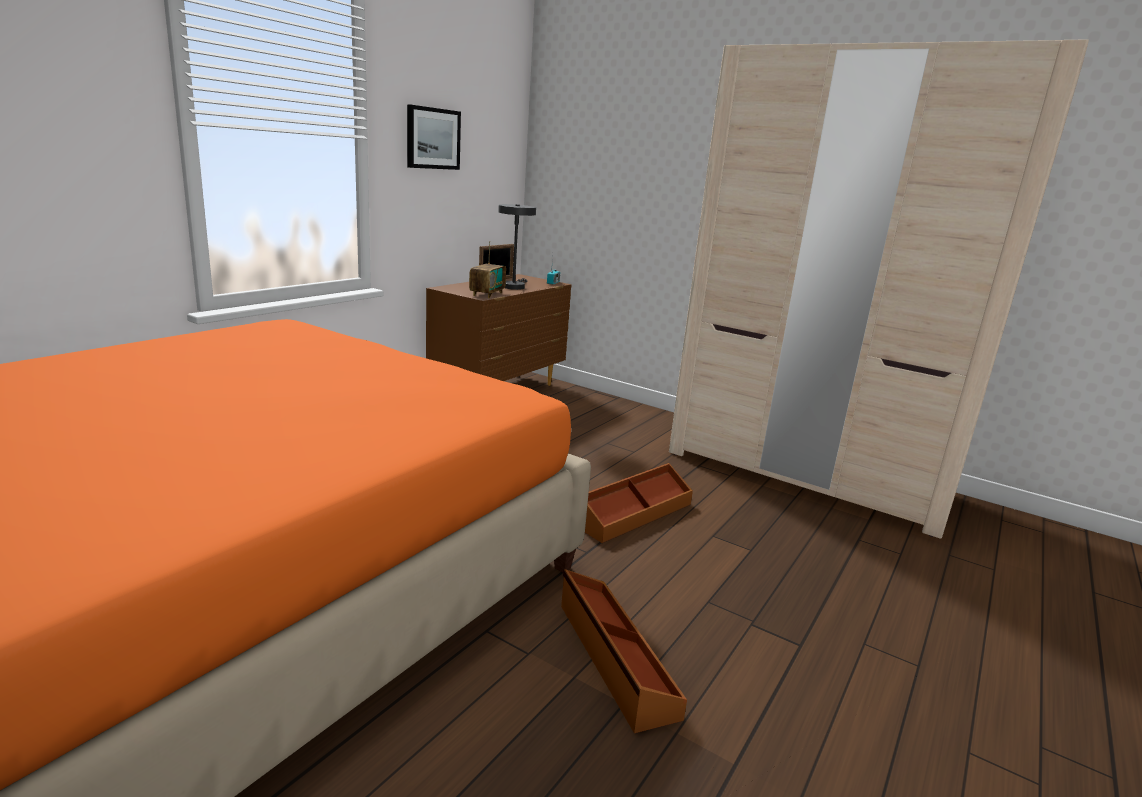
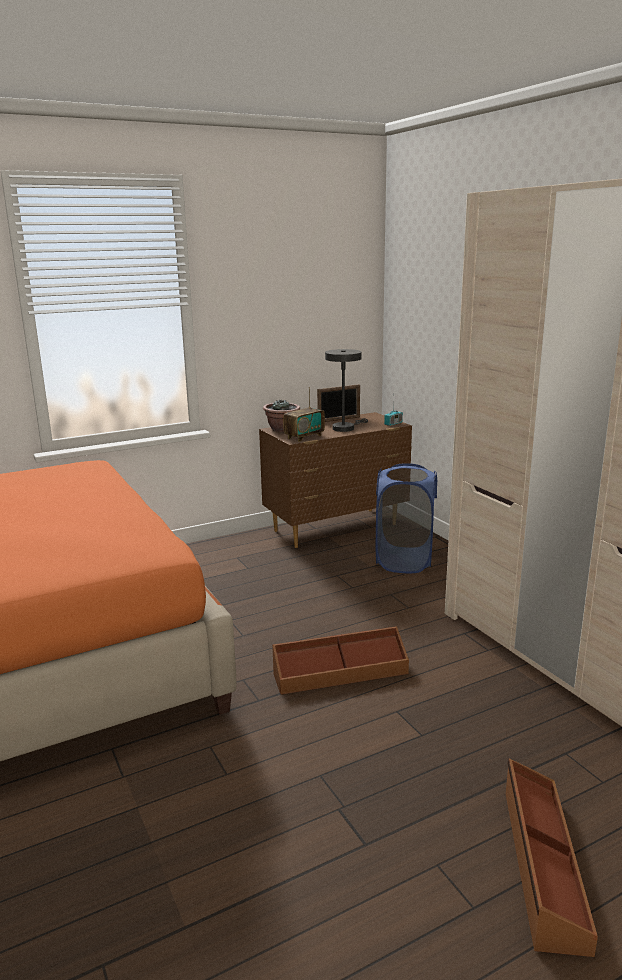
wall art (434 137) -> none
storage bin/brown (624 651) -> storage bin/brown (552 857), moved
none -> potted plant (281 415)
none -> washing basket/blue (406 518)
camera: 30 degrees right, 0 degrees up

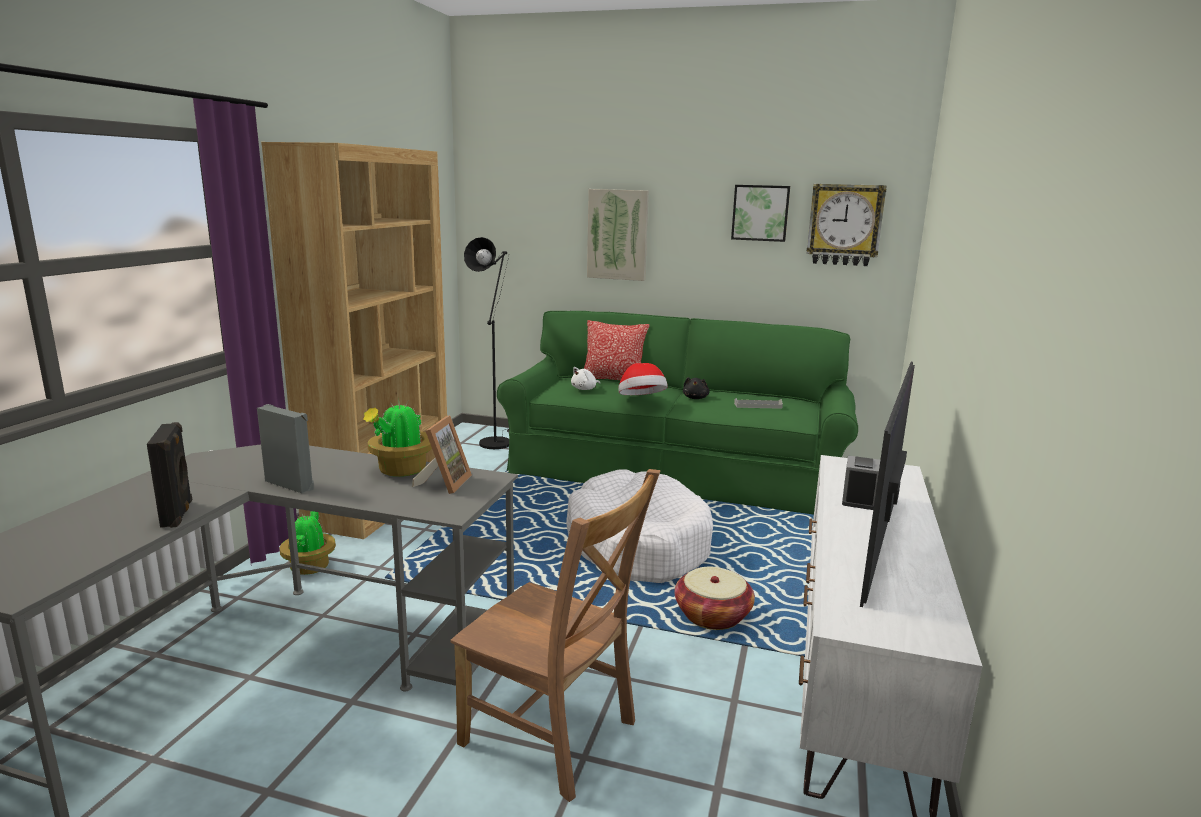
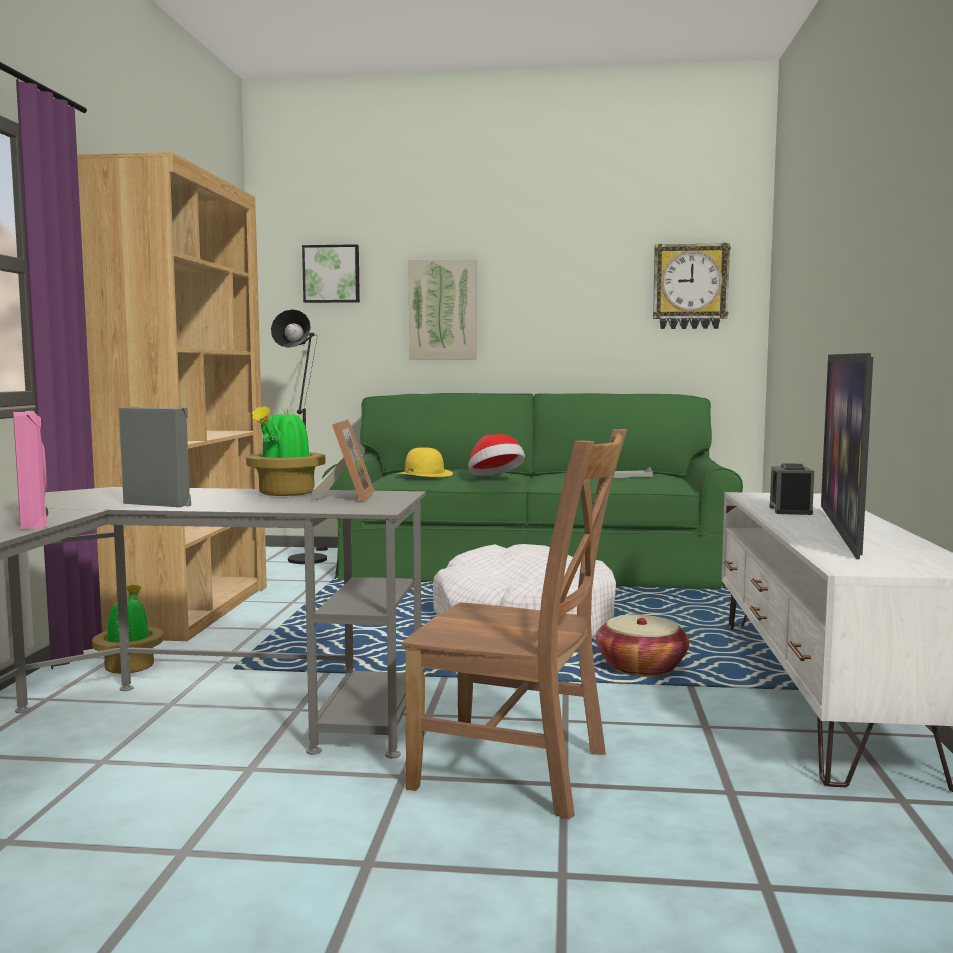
speaker/black (169 475) -> speaker/pink-coloured (30 470)
plush toy/white (585 378) -> hat/yellow (424 462)
cushion (616 350) -> none
plush toy/black (696 388) -> none
wall art (760 213) -> wall art (331 273), moved
camera: 10 degrees left, 10 degrees down

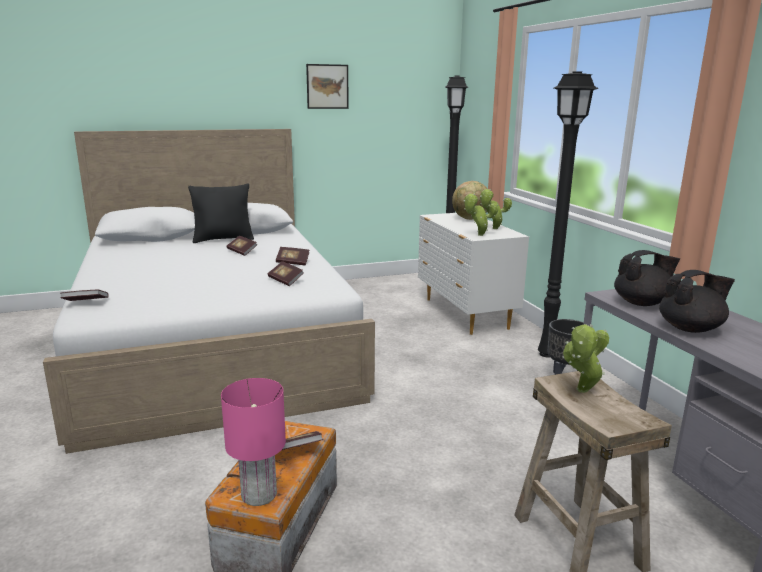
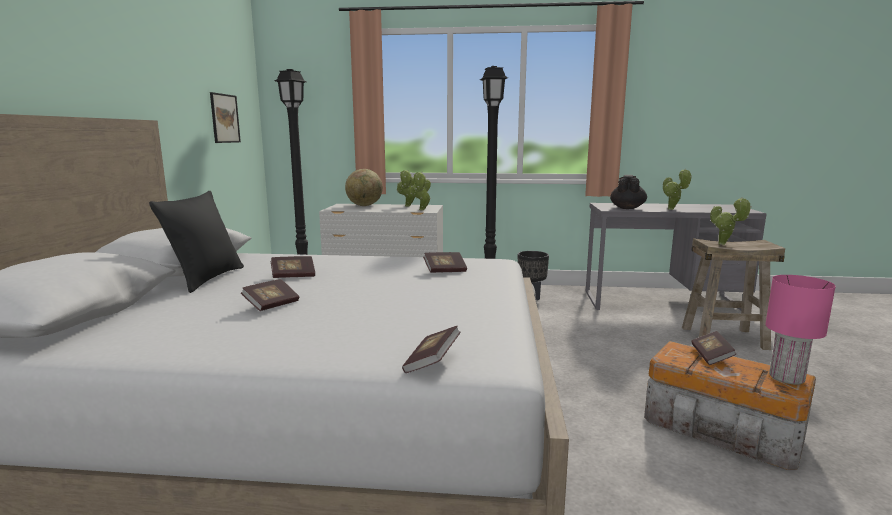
book (292 256) -> book (270 295), moved
wall art (327 86) -> wall art (225 117), moved
pot for tea/black (697 301) -> potted plant (677 189)
camera: 65 degrees left, 5 degrees down

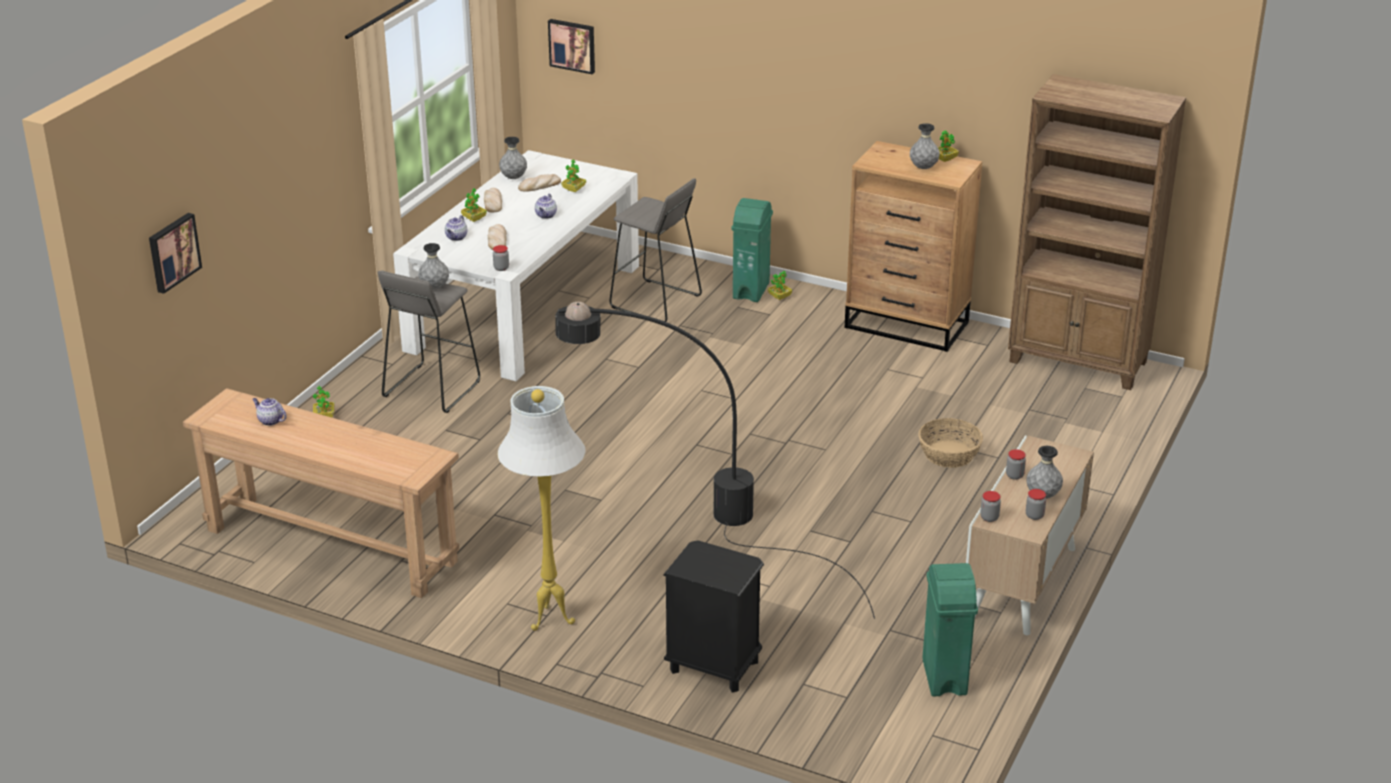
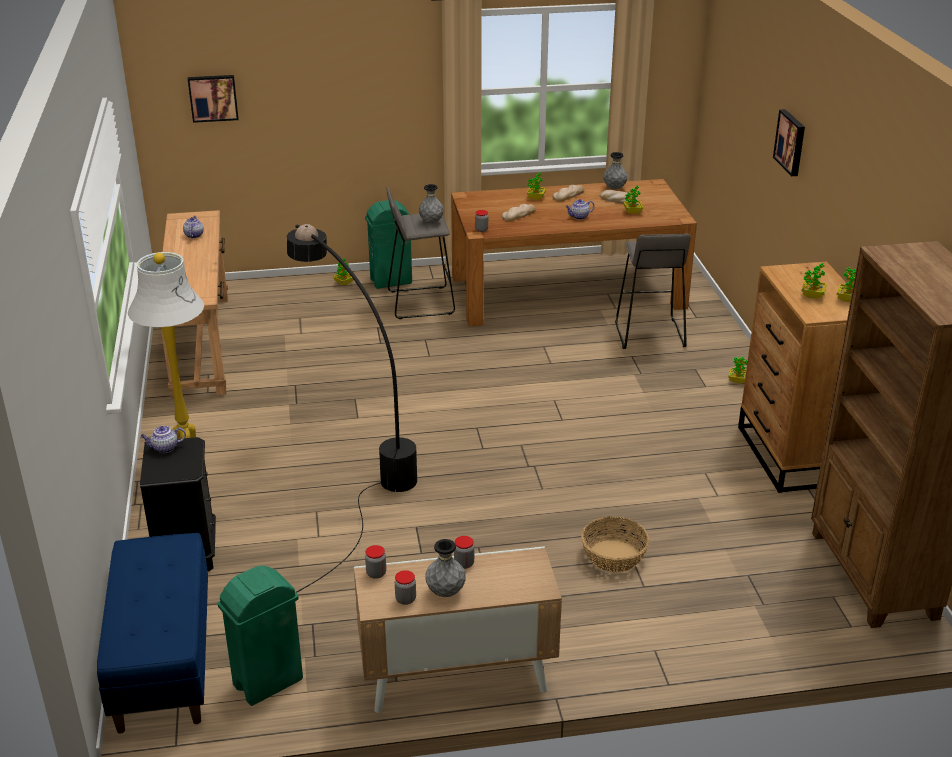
dining table/white (516 265) -> dining table/brown (574 252)
pot for tea (456 228) -> pot for tea (163 439), moved
wall art (571 46) -> wall art (789 142), moved
rubbish bin/green-coloured (752 250) -> rubbish bin/green-coloured (388 244), moved
flower vase/grey (925 146) -> potted plant (814 281)
none -> indoor bench/blue (152 633)
camera: 55 degrees right, 0 degrees up

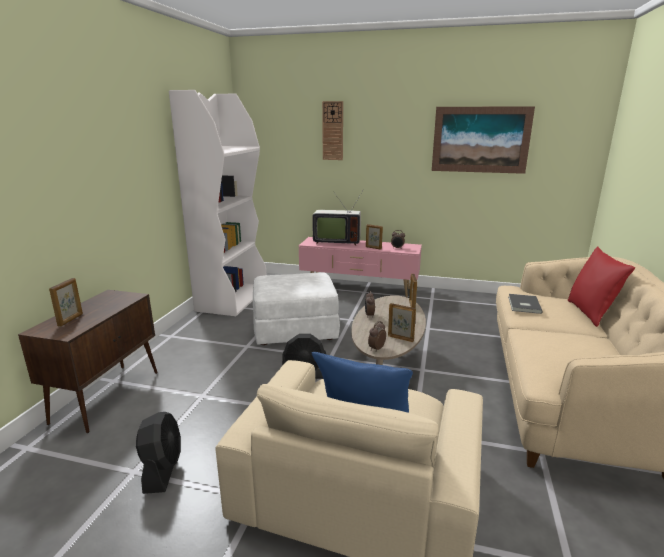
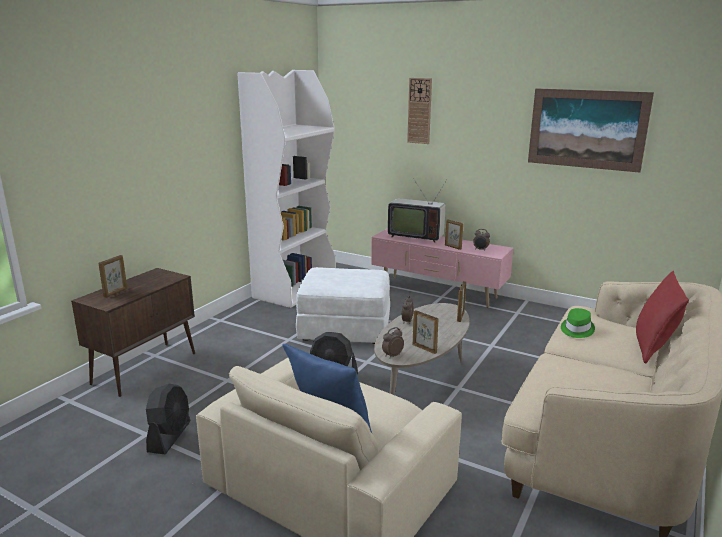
book/grey (525 304) -> hat/green-coloured (578 323)
camera: 15 degrees right, 0 degrees up

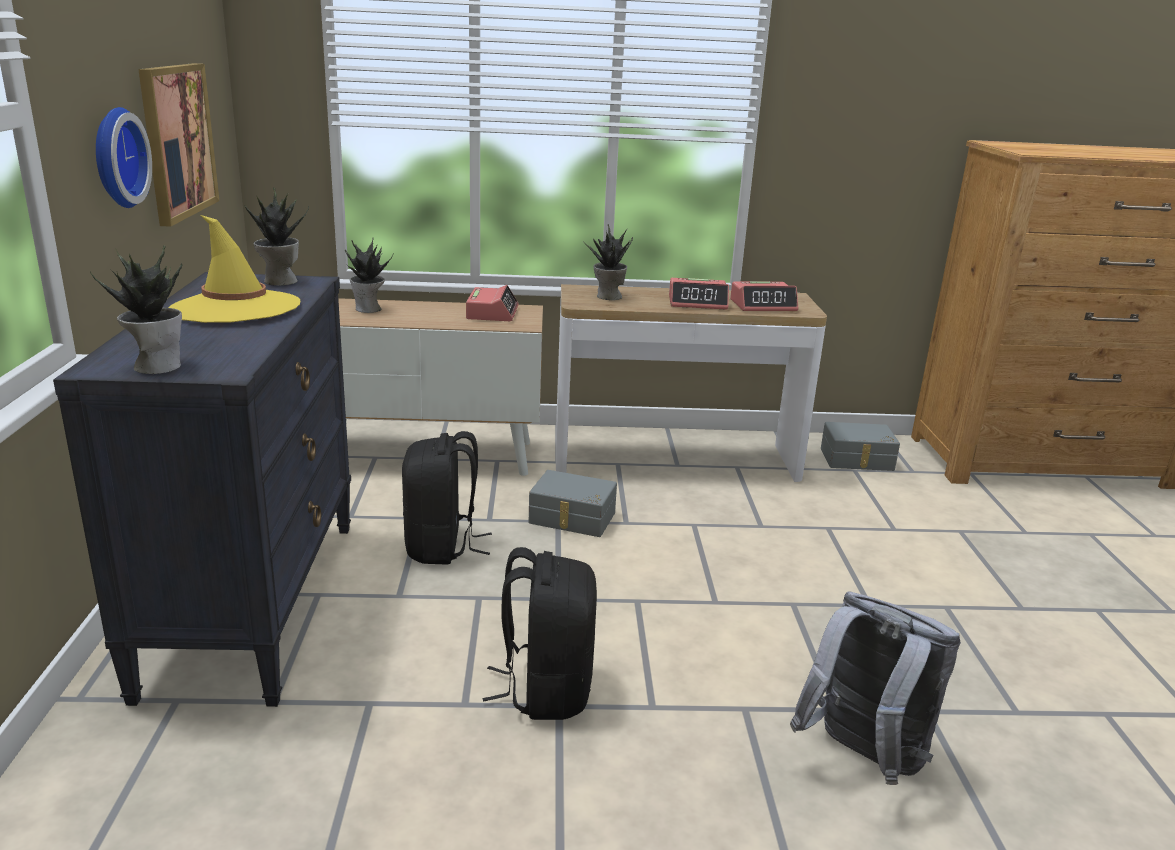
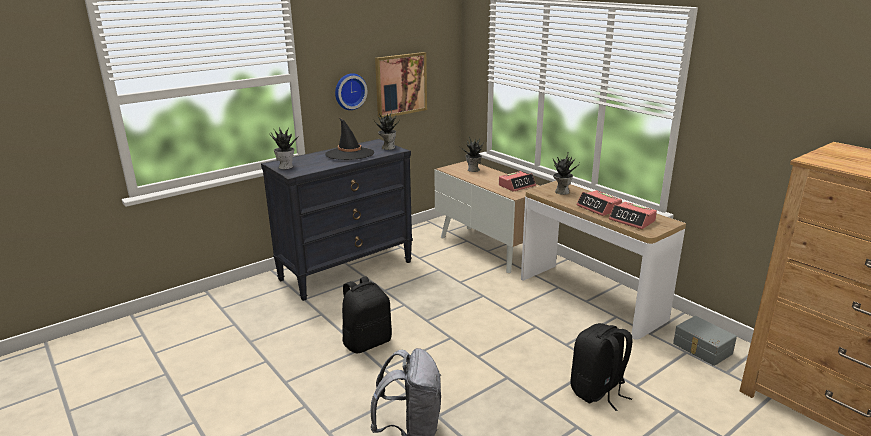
hat/yellow (234 269) -> hat/black (349 139)
rucksack/black (447 498) -> rucksack/black (602 367), moved
storage bin/grey (573 503) -> none
camera: 55 degrees right, 0 degrees up

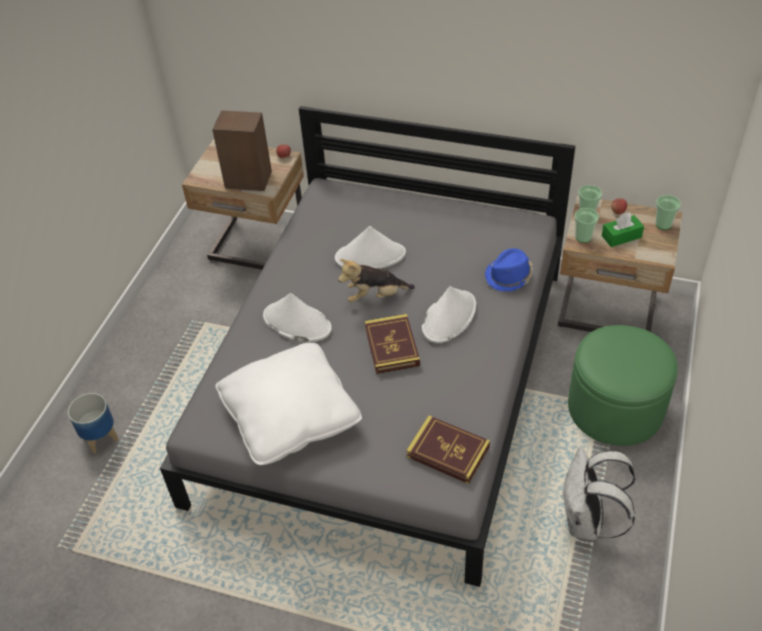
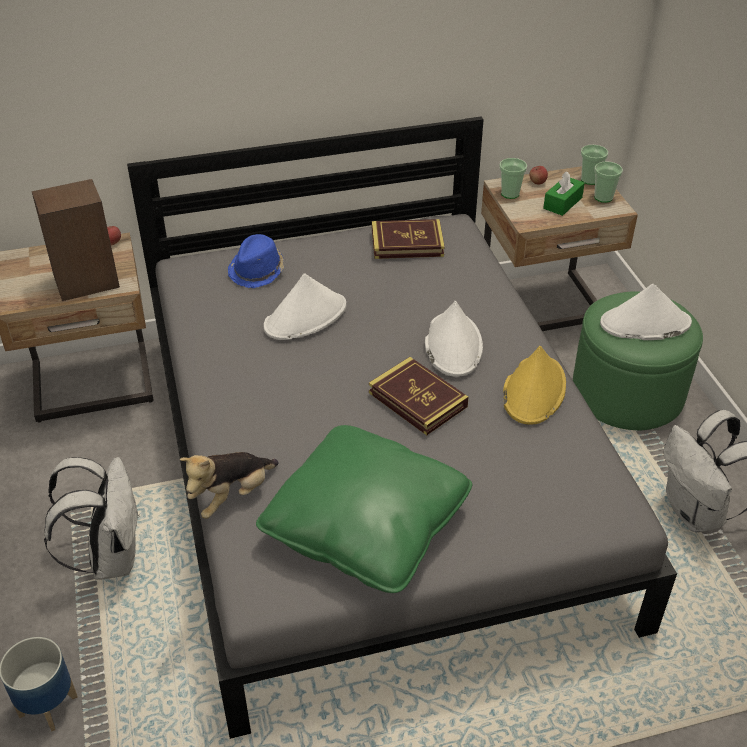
cushion/white (288 404) -> cushion/green-coloured (364 509)
hat/white (297 317) -> hat/white (646 312), moved
plush toy (376 280) -> plush toy (229 485), moved
book (448 449) -> book (408 239), moved
hat/blue (509 269) -> hat/blue (256 261), moved
drinking cup (586 225) -> drinking cup (608 182), moved
none -> rucksack/white (92 518)
none -> hat/yellow (534 385)
camera: 35 degrees left, 5 degrees down

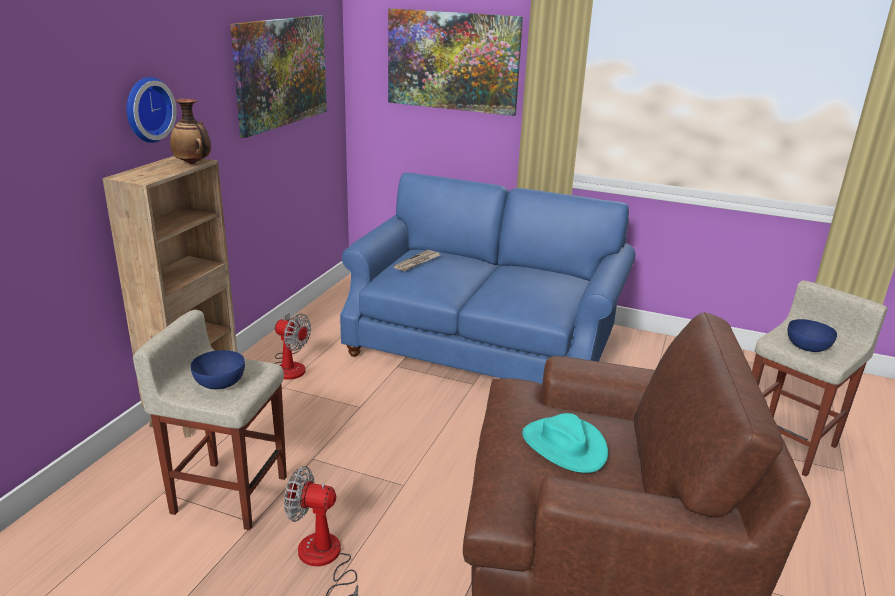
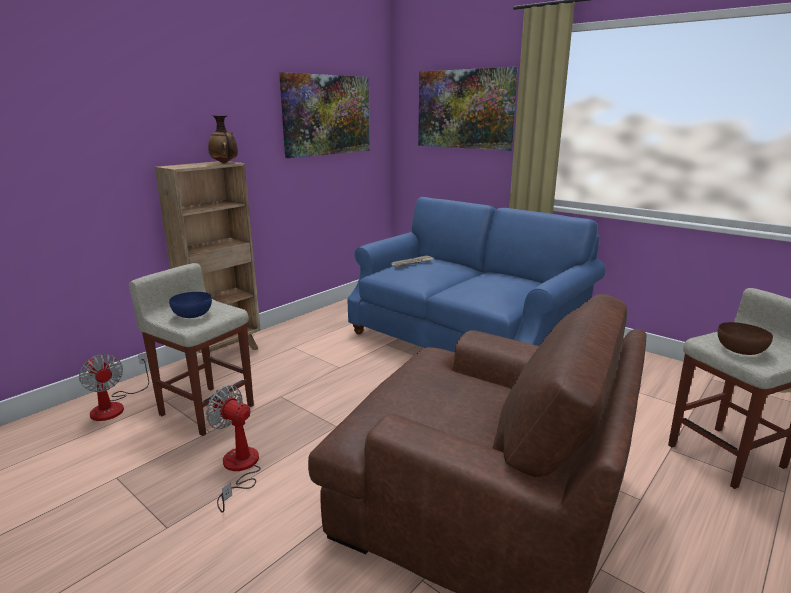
clock on the wall (152 110) -> none
electric fan (292 346) -> electric fan (114 387), moved
hat/turquoise (565 443) -> none
bowl/blue (812 335) -> bowl/brown (745 338)
camera: 20 degrees right, 5 degrees down

